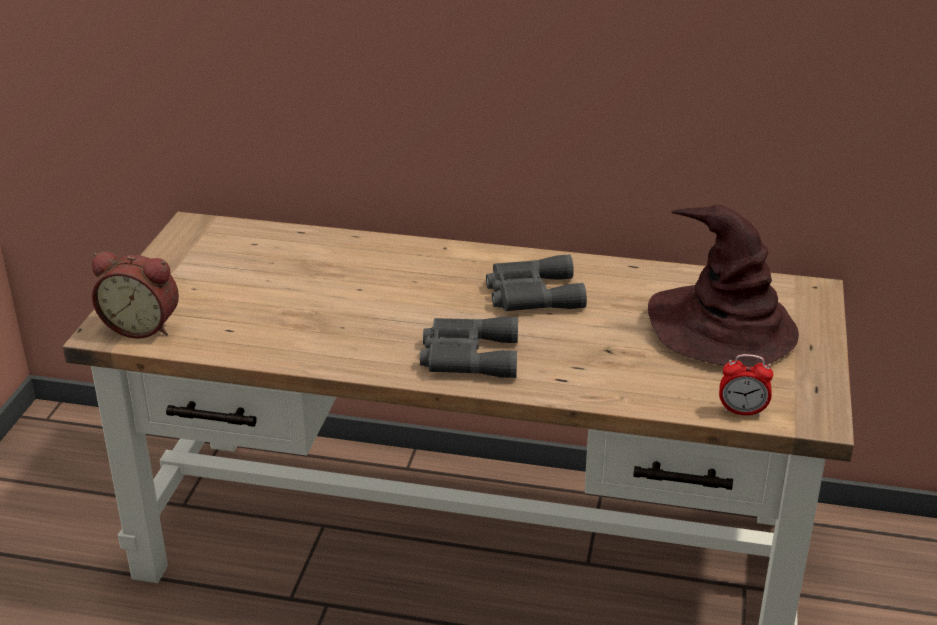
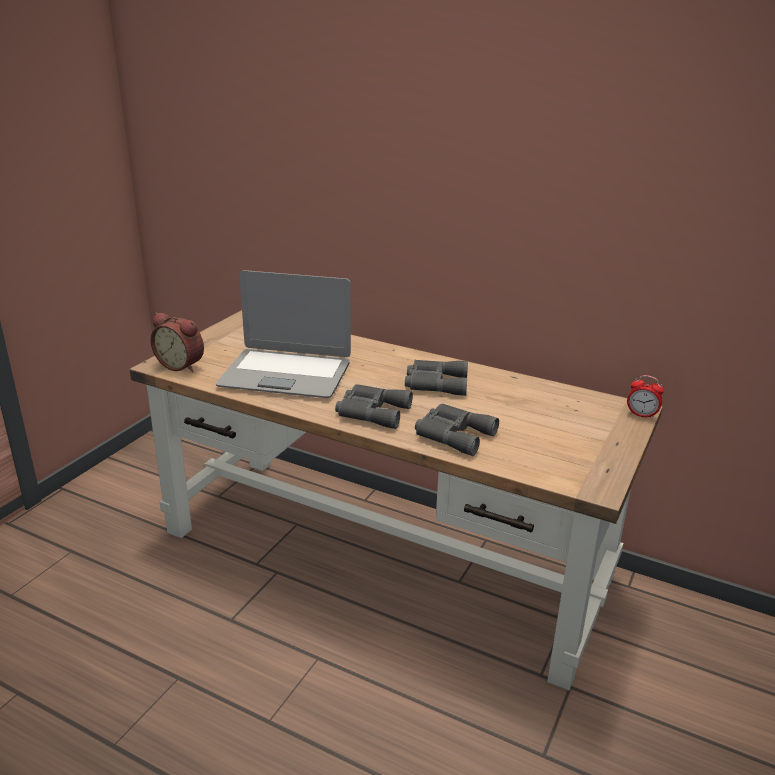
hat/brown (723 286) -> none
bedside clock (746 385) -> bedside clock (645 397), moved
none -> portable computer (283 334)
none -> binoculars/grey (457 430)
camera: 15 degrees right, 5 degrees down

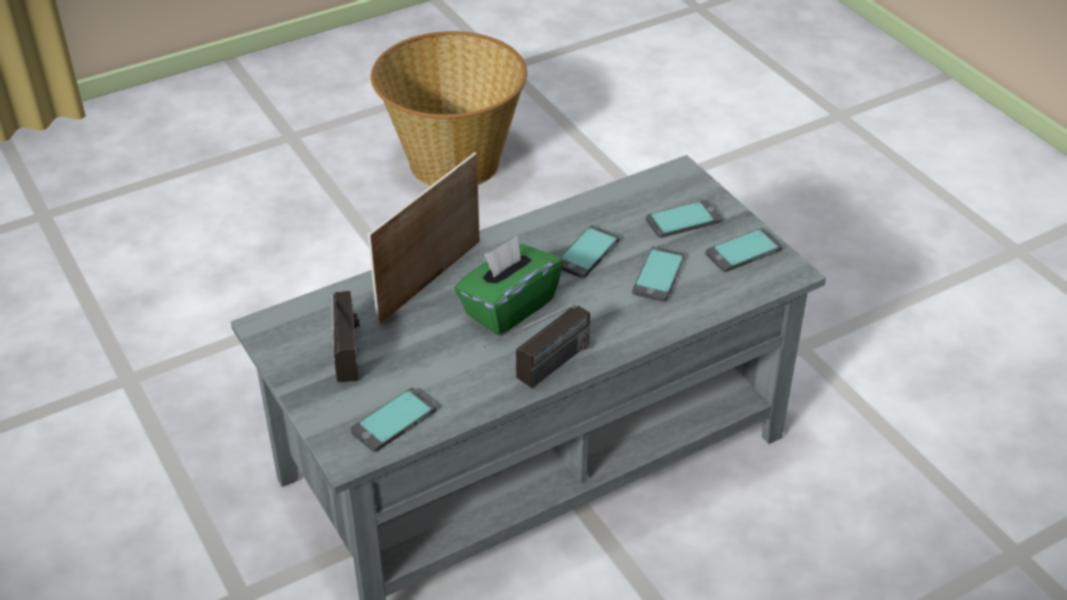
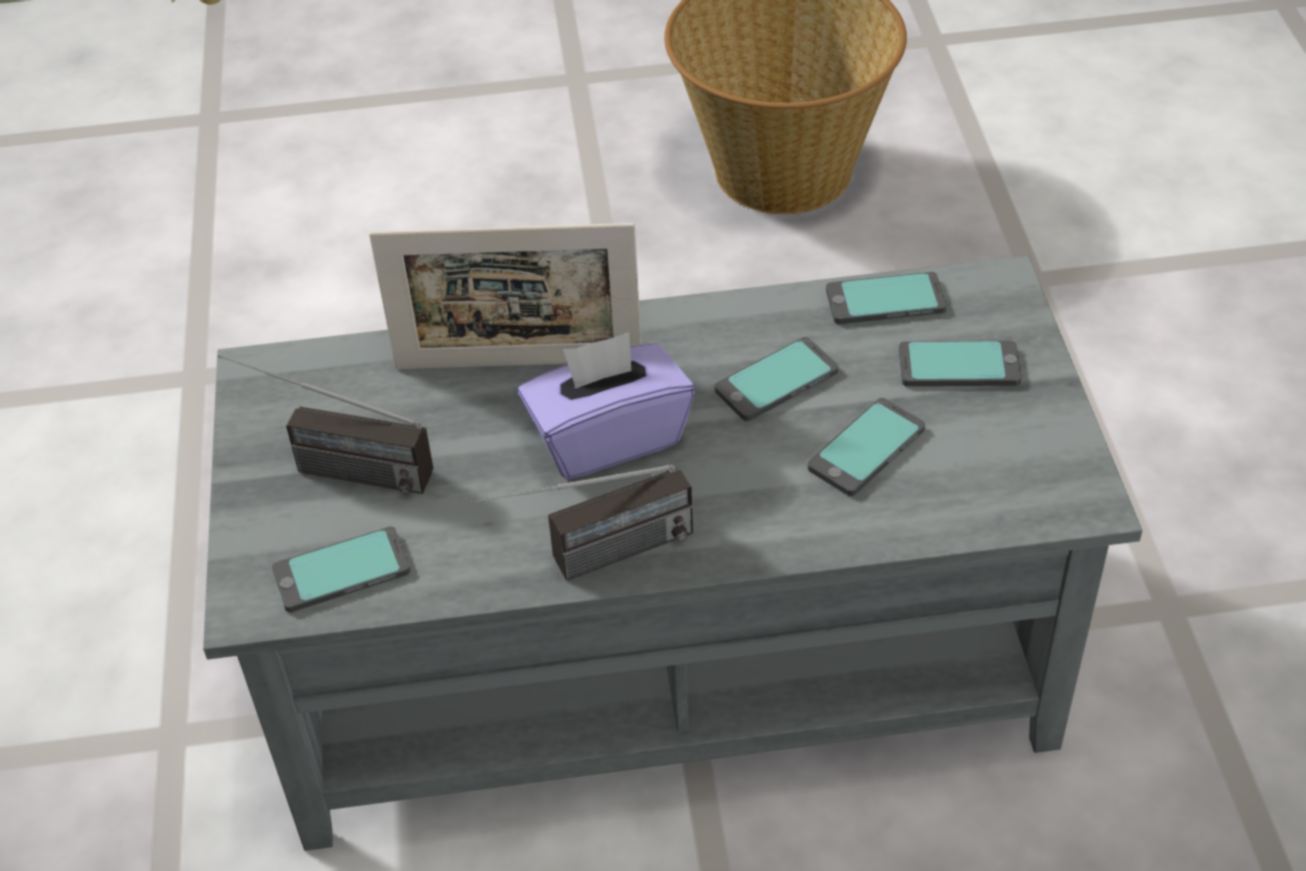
radio receiver (345 336) -> radio receiver (326 424), 90 degrees clockwise
picture frame (424 238) -> picture frame (505 296), 150 degrees counterclockwise
tissue box/green-coloured (508 285) -> tissue box/purple-coloured (606 405)
phone (744 250) -> phone (886 298), moved
camera: 25 degrees right, 5 degrees up

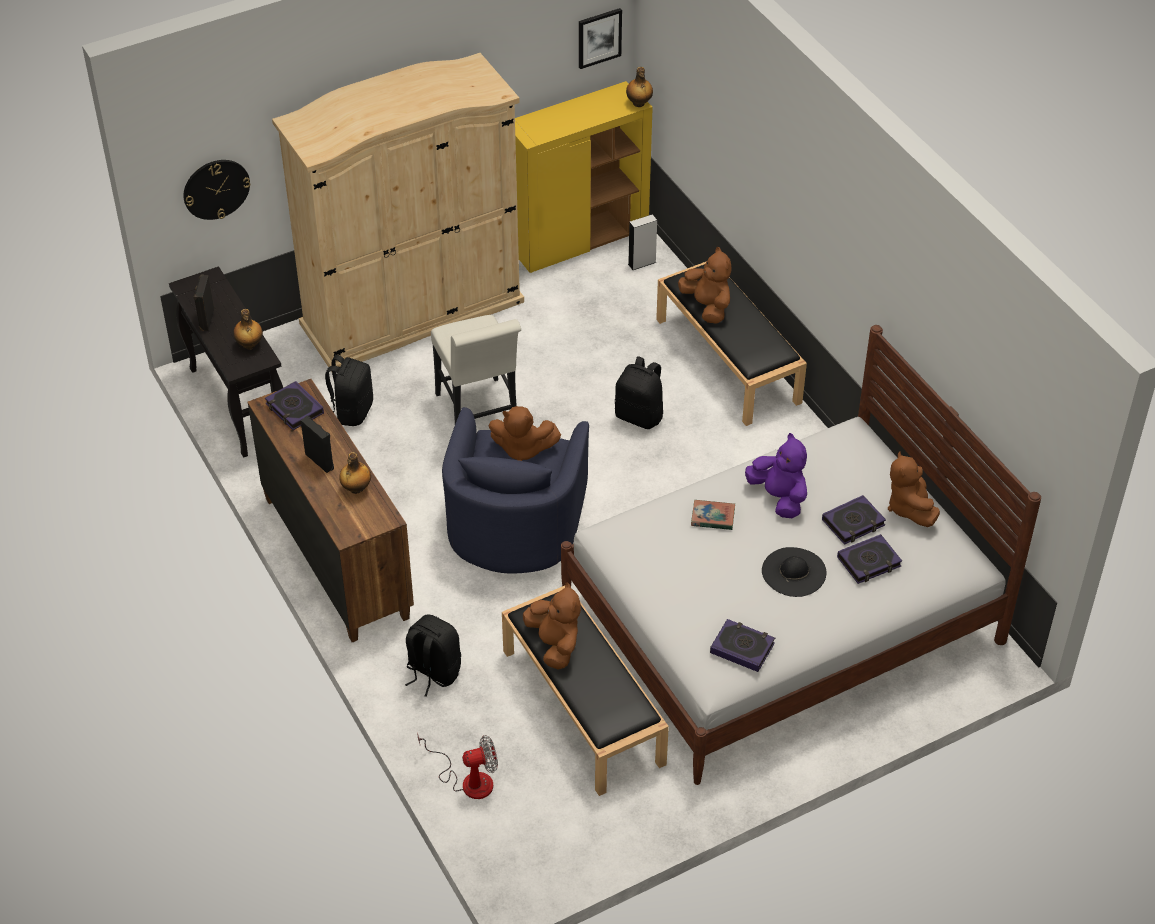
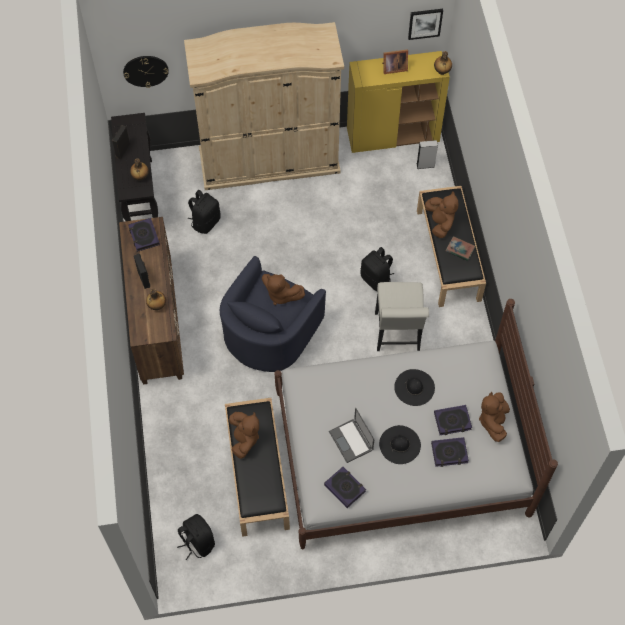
rucksack/black (433 655) -> rucksack/black (196 537), moved
electric fan (457 765) -> none
chair/white (476 369) -> chair/white (402 316), moved
book (713 515) -> book (460 248), moved
plush toy/purple-coloured (776 475) -> hat/black (414 387)
none -> portable computer (352 435)
none -> picture frame (395 61)
camera: 20 degrees right, 15 degrees up

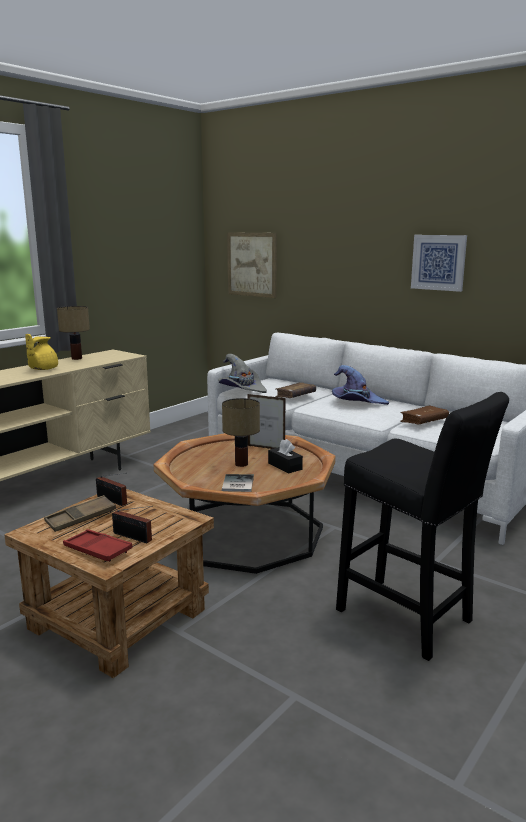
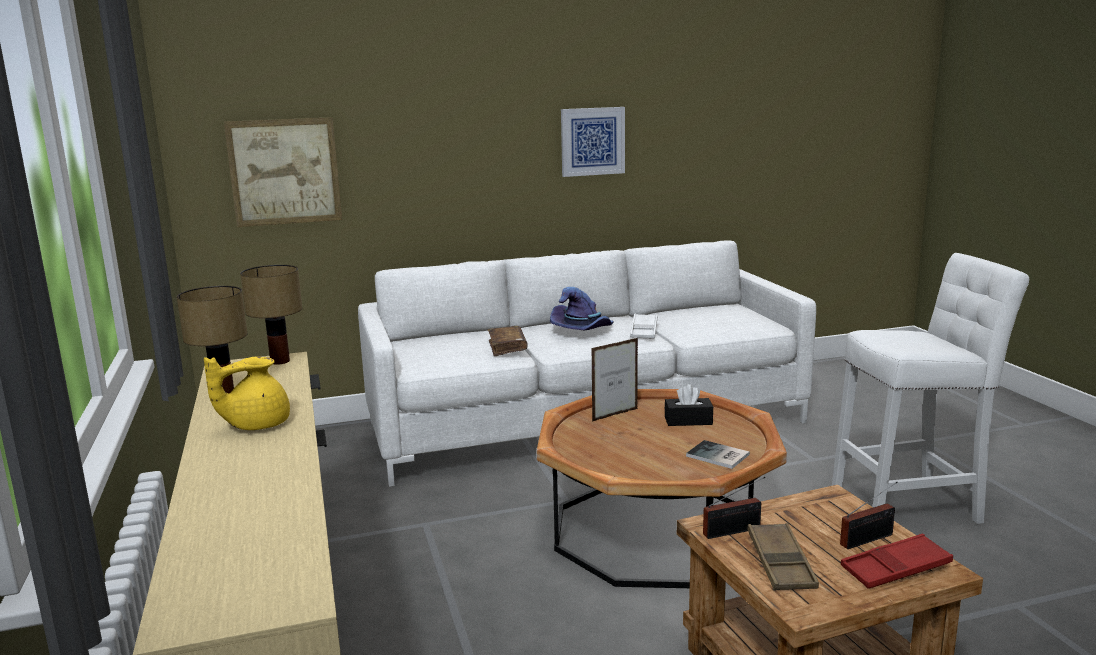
pot for tea/yellow (41 352) -> pot for tea/yellow (247 393), 90 degrees clockwise
hat/grey (243 373) -> none
table lamp (241 432) -> table lamp (271 315), moved
stool/black (422 526) -> stool/white (930 388)
book/brown (424 414) -> none
none -> tray/white (643 326)
camera: 55 degrees left, 0 degrees up

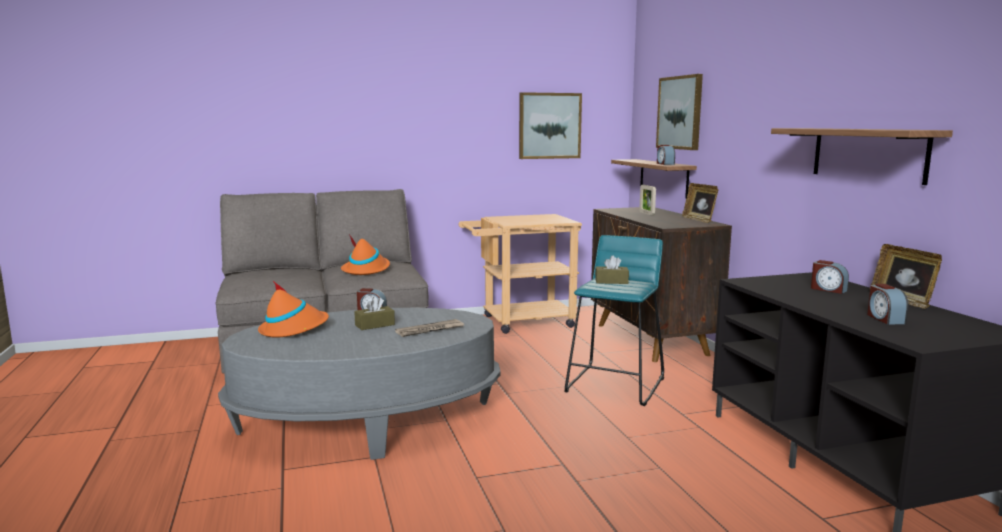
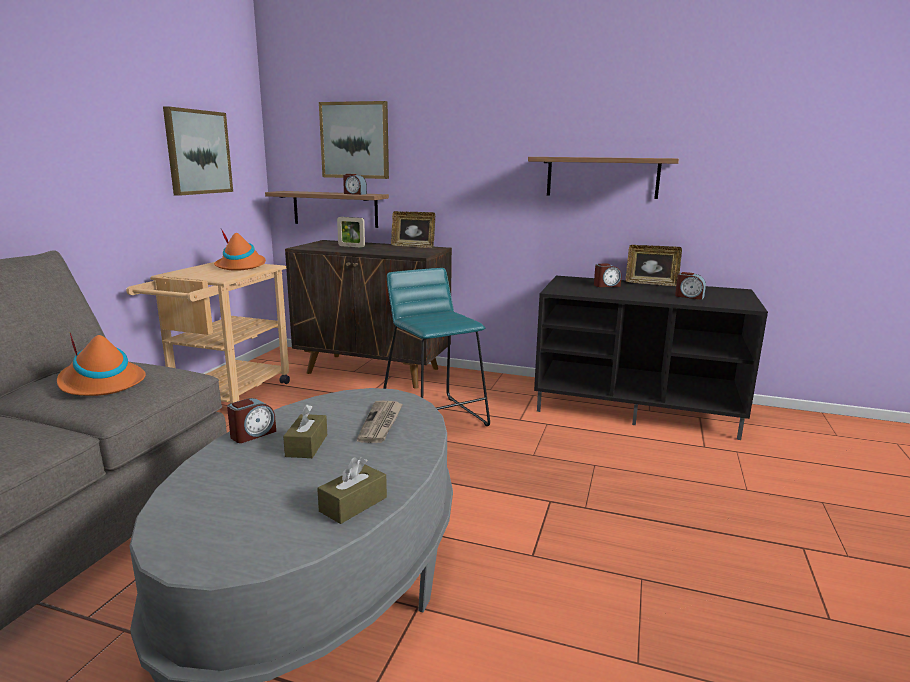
hat/orange (293 309) -> hat/orange (240 250), moved
tissue box/brown (612 270) -> tissue box/brown (352 490), moved
camera: 55 degrees left, 5 degrees up

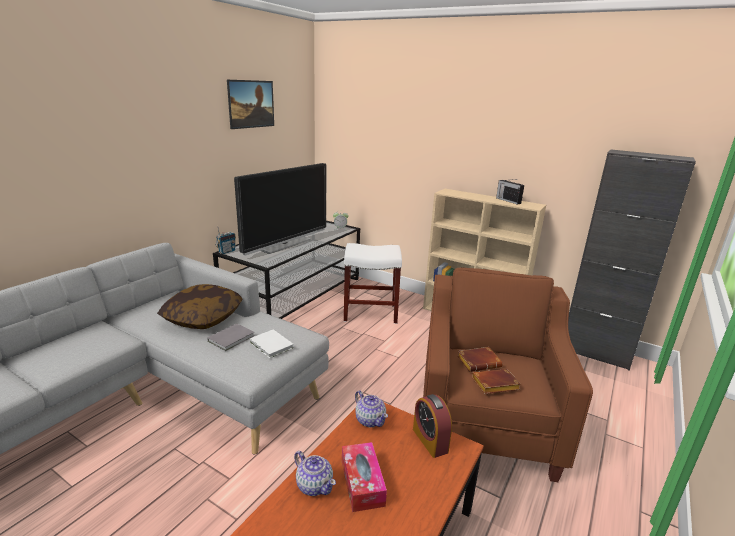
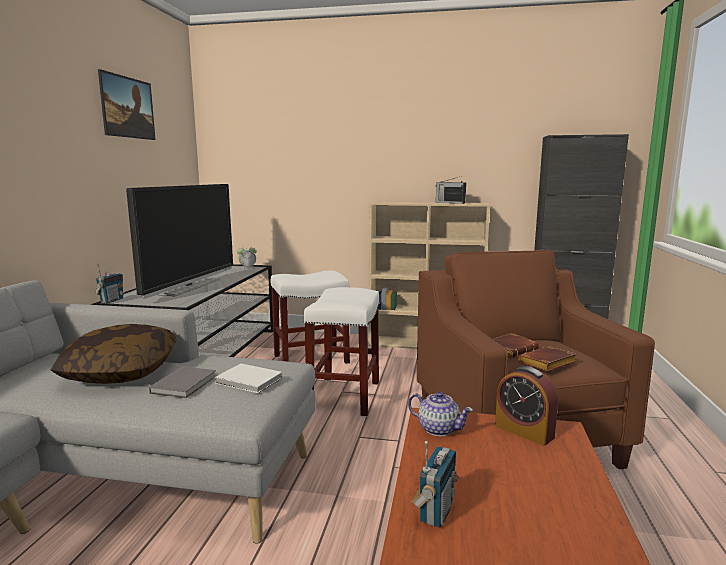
pot for tea (315 473) -> radio receiver (435 484)
tissue box (364 477) -> none
none -> stool/white (341 352)
camera: 20 degrees left, 10 degrees down

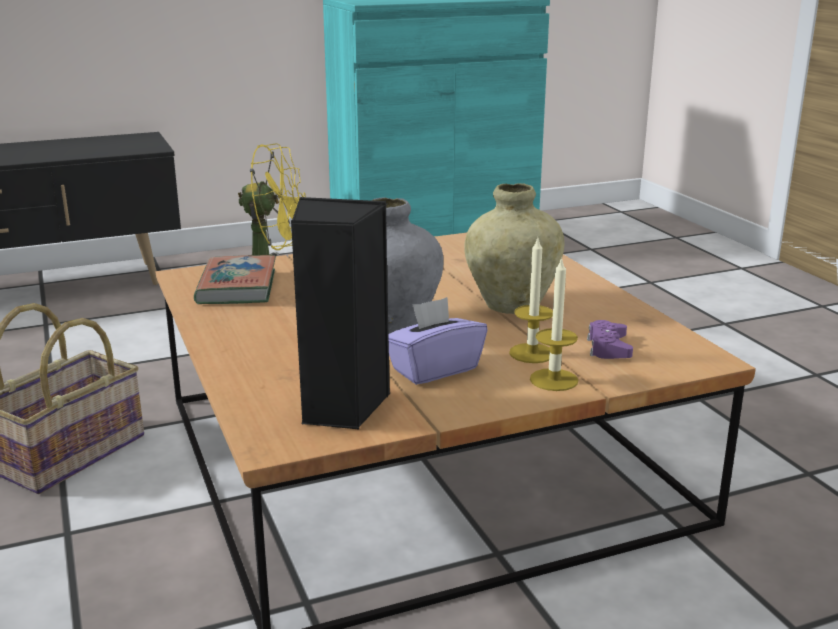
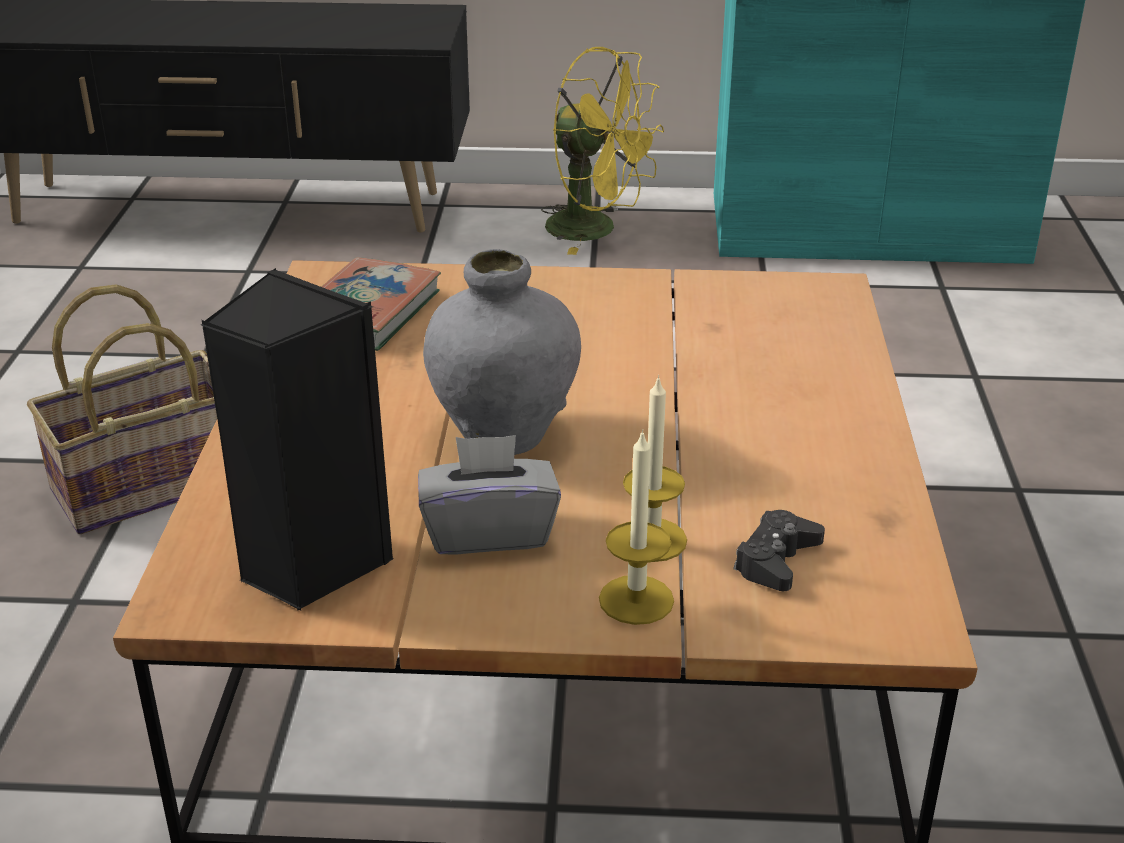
tissue box/purple-coloured (438 341) -> tissue box/grey (489 494)
flower vase/sand-coloured (514 248) -> none
game controller/purple-coloured (610 339) -> game controller/black (779 550)
camera: 25 degrees right, 10 degrees up

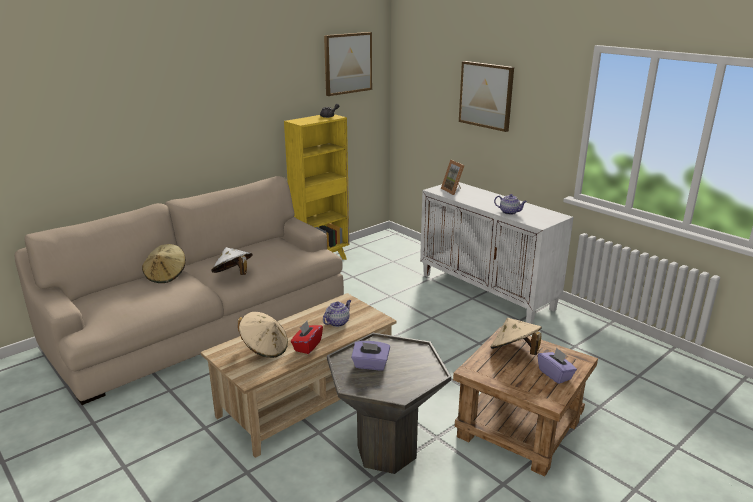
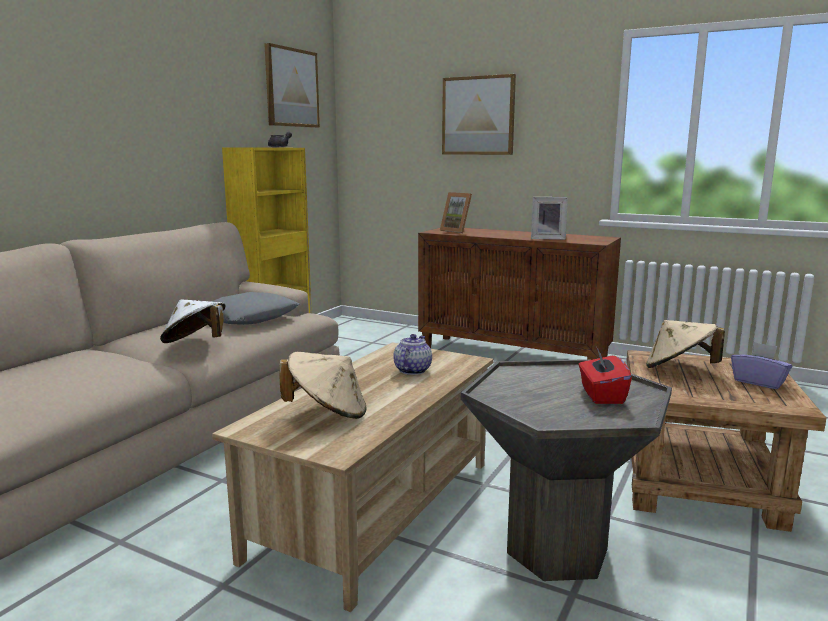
hat/sand-coloured (164 263) -> none
tissue box/red-coloured (307 337) -> tissue box/red-coloured (605 375), moved
tissue box/purple-coloured (370 355) -> none
cabinet/white (497 253) -> cabinet/brown (519 294)
pot for tea (510 204) -> picture frame (549 218)
none -> cushion/grey (255 308)
camera: 20 degrees left, 10 degrees down

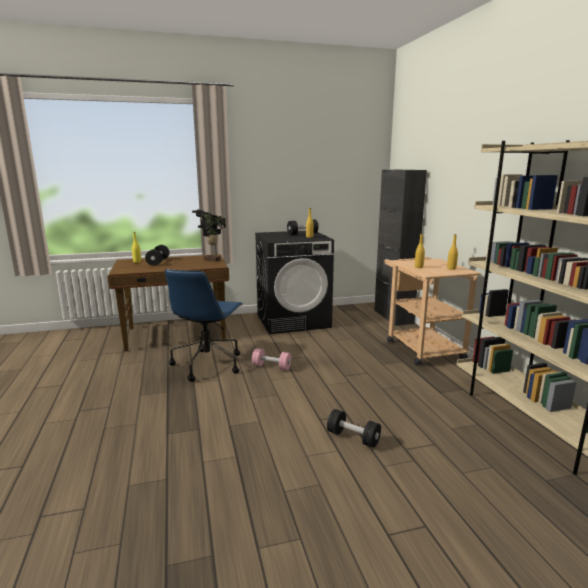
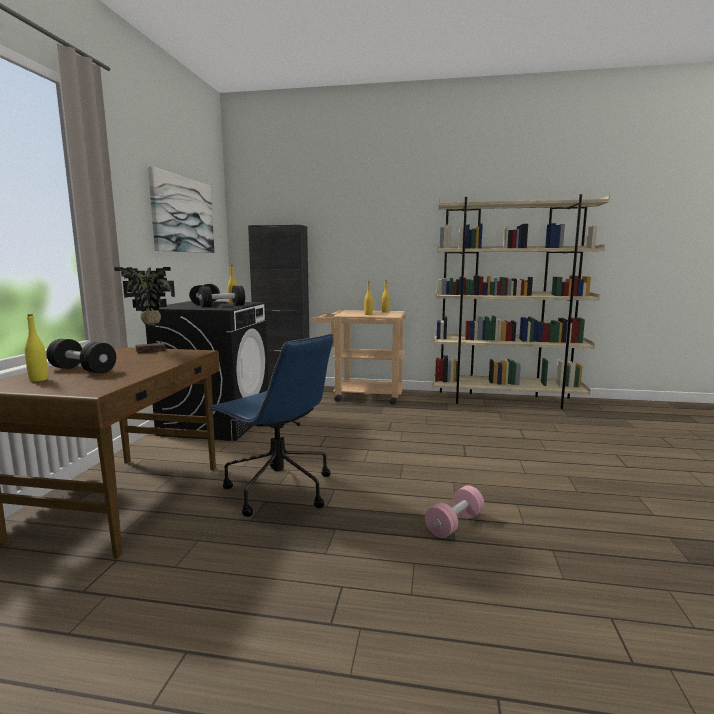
dumbbell/pink-coloured (271 359) -> dumbbell/pink-coloured (454 511), moved
dumbbell/black (354 428) -> dumbbell/black (222 296), moved
none -> wall art (181 209)
camera: 65 degrees left, 5 degrees down

